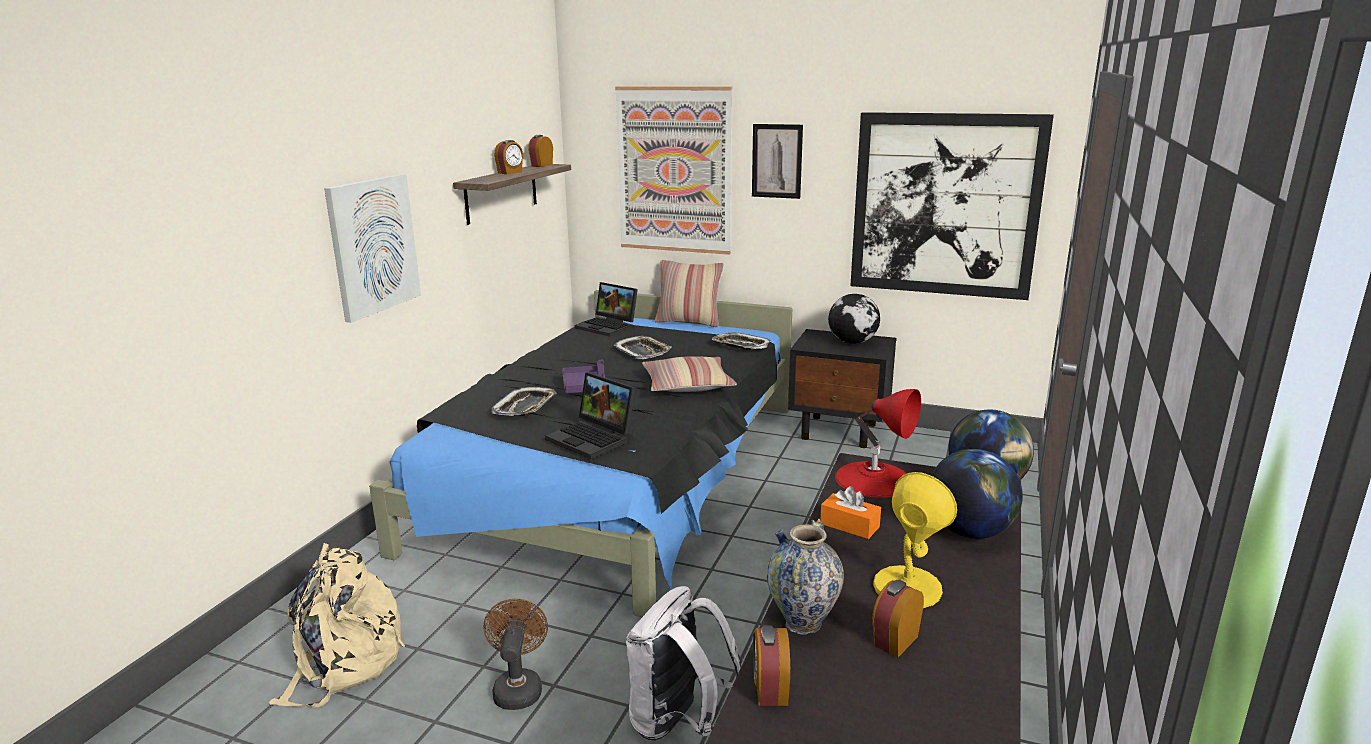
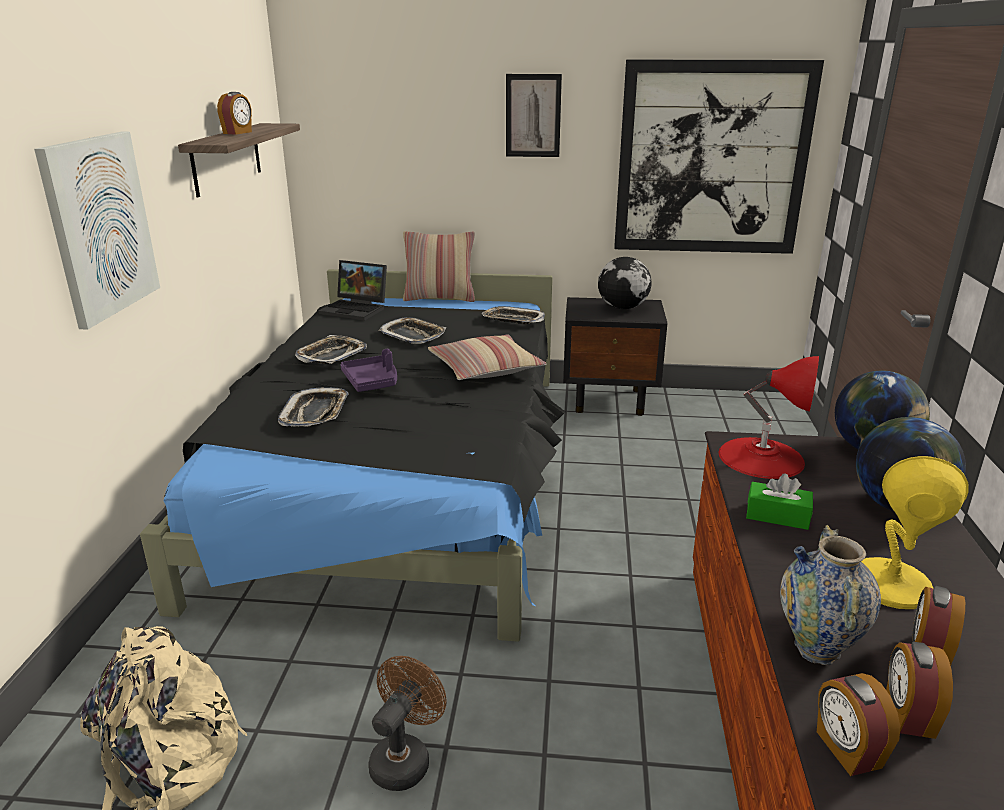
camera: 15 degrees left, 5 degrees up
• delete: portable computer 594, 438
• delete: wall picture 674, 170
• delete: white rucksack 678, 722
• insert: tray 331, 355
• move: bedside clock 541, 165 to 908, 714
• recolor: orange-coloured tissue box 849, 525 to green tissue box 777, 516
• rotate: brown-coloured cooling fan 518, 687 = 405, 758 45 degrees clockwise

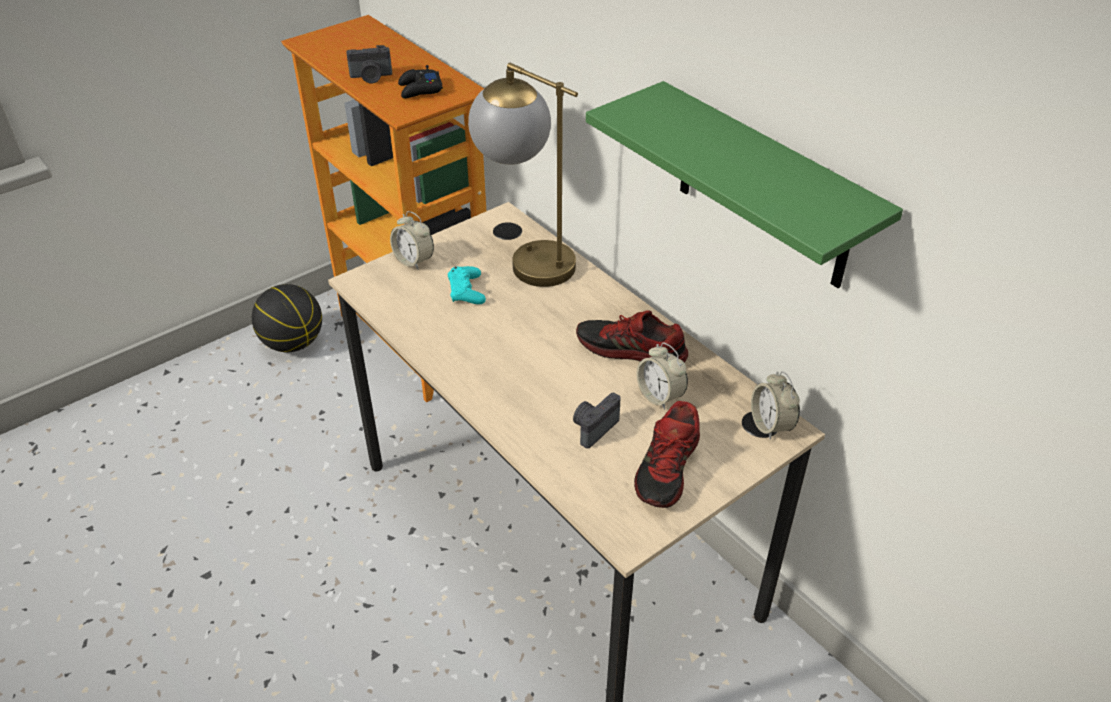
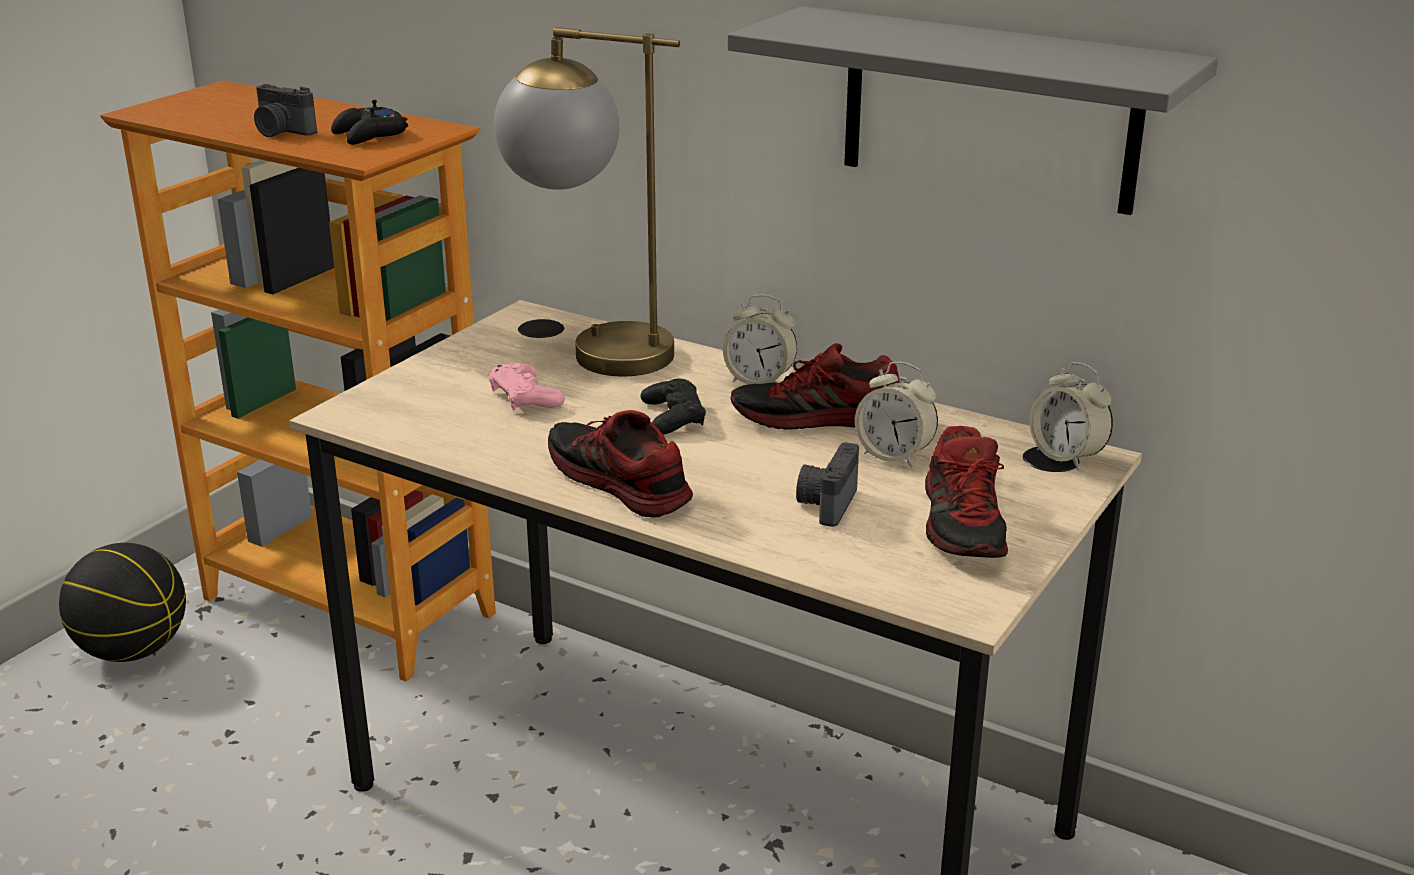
camera: 20 degrees left, 15 degrees down
• insert: shoe 617, 484
• insert: black-coloured game controller 673, 417
• move: bedside clock 414, 261 to 759, 381
• recolor: turquoise-coloured game controller 466, 291 to pink-coloured game controller 525, 397
• recolor: green shelf 764, 188 to greyish shelf 989, 110
• rotate: photo camera 371, 77 = 281, 132 60 degrees clockwise

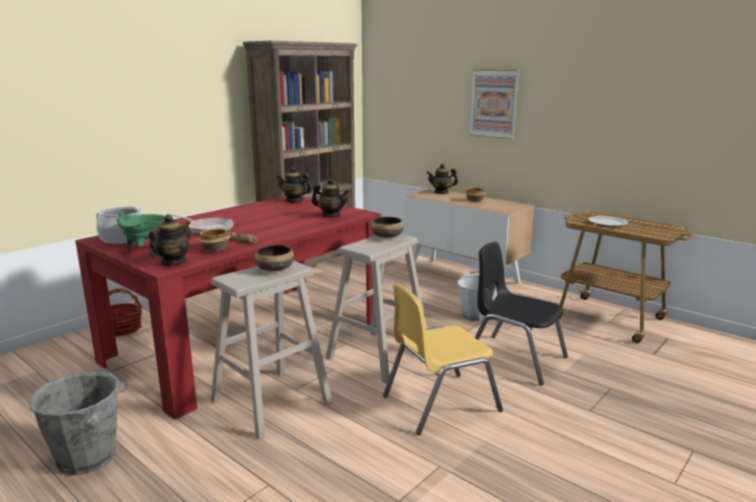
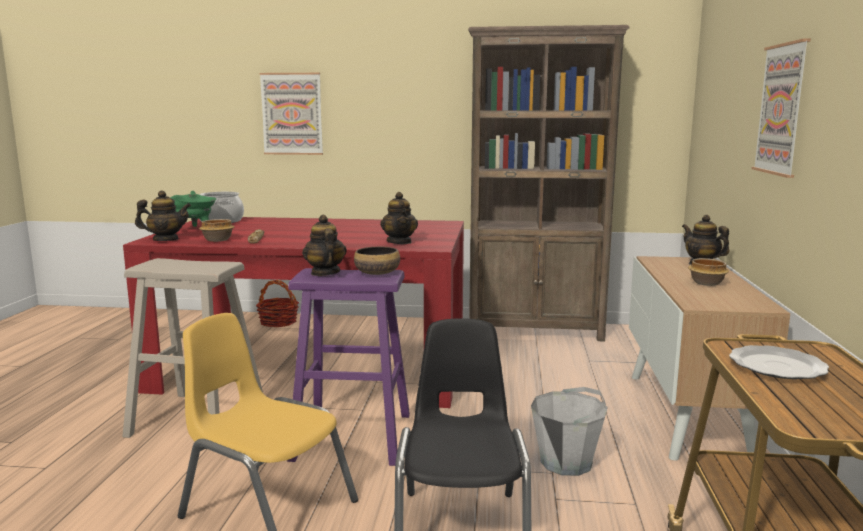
camera: 55 degrees right, 5 degrees down
• delete: greyish water bucket 90, 456
• delete: pan 207, 229
• delete: deep dish 275, 268
• insert: wall picture 292, 114
• move: pot for tea 294, 201 to 325, 273
• recolor: beige stool 379, 356 to purple-coloured stool 352, 436

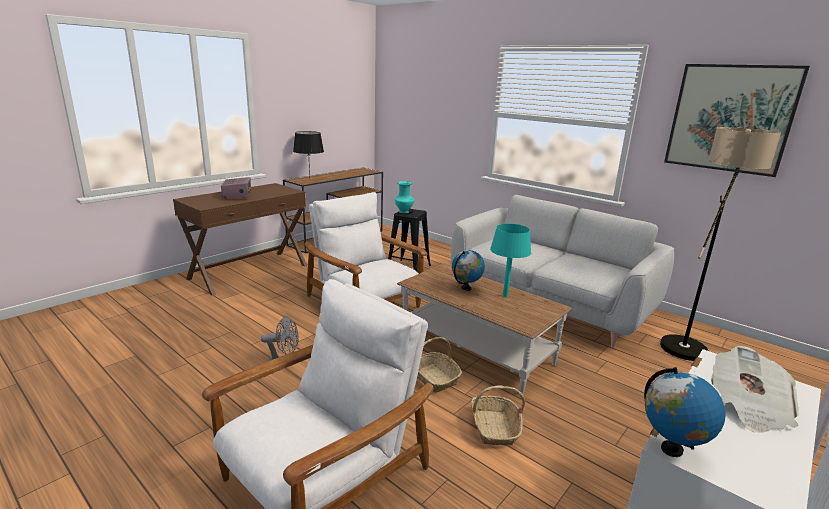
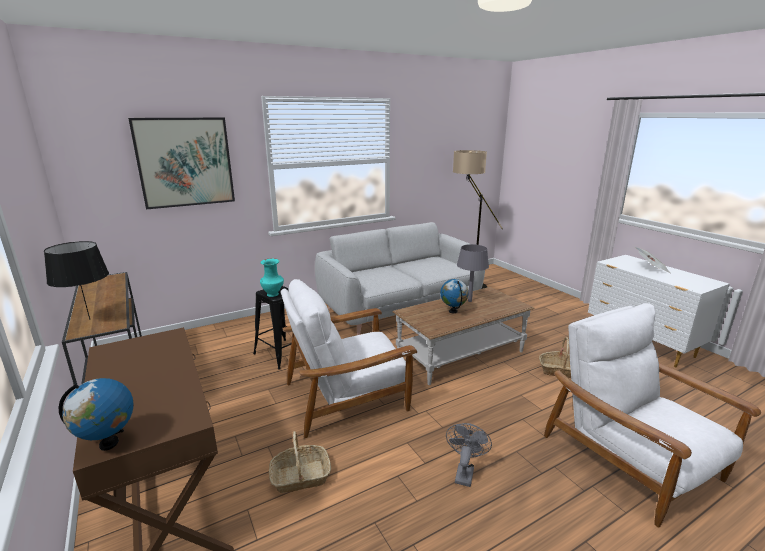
camera: 70 degrees left, 0 degrees up
• delete: radio set 237, 195
• move: basket 433, 378 to 300, 477
• move: world globe 671, 449 to 108, 444
• move: wall picture 730, 118 to 185, 162
• recolor: turquoise-coloured table lamp 505, 296 to greyish table lamp 470, 301

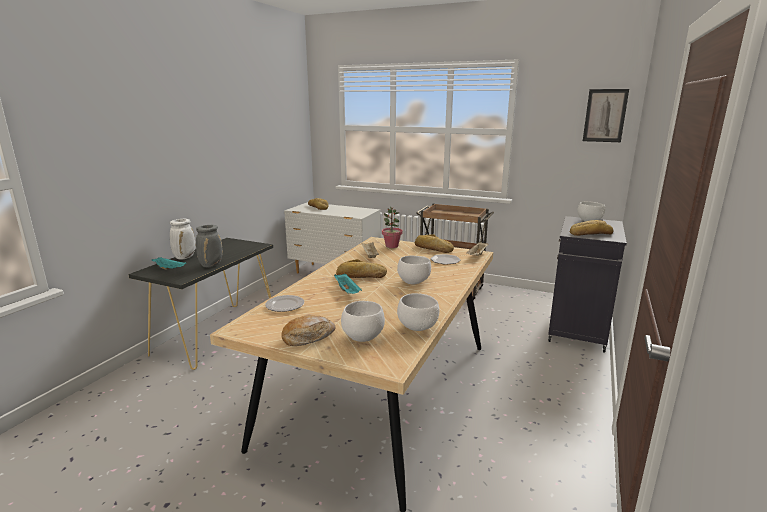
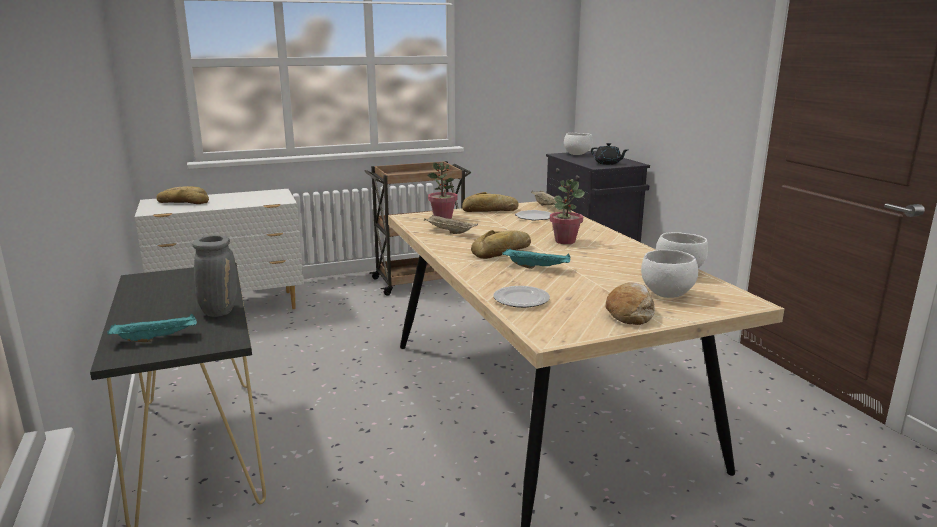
camera: 45 degrees left, 0 degrees up
• delete: white flower vase 185, 257
• delete: wall picture 605, 115
• replace: white deep dish 413, 282 to potted plant 565, 241
• replace: baked bread 589, 233 to black-coloured pot for tea 608, 163

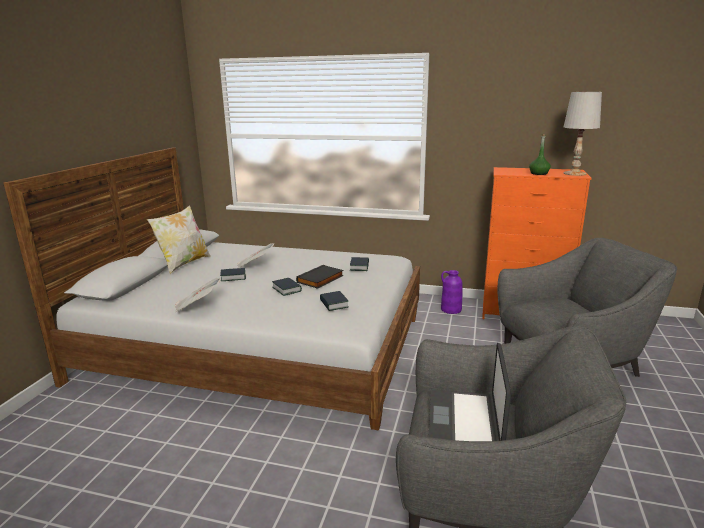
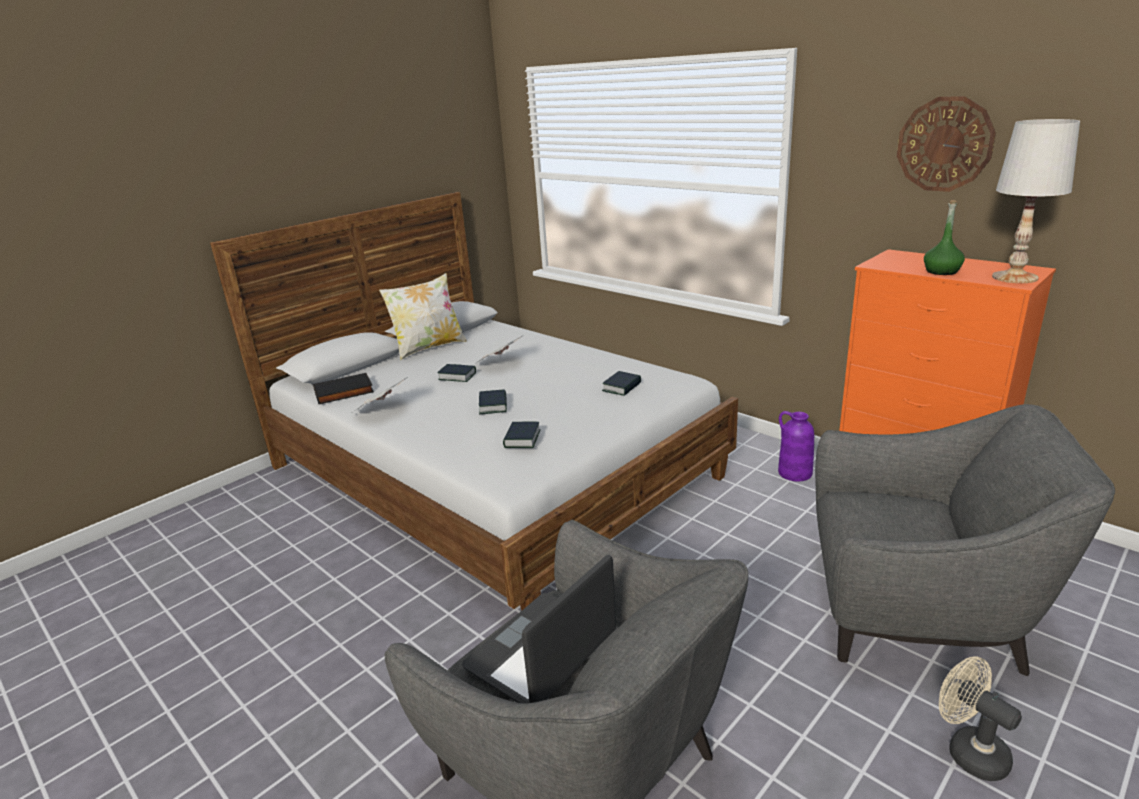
camera: 30 degrees right, 5 degrees up
• insert: wall clock 944, 144
• insert: beige cooling fan 969, 750
• move: black-coloured bound book 321, 279 to 343, 392

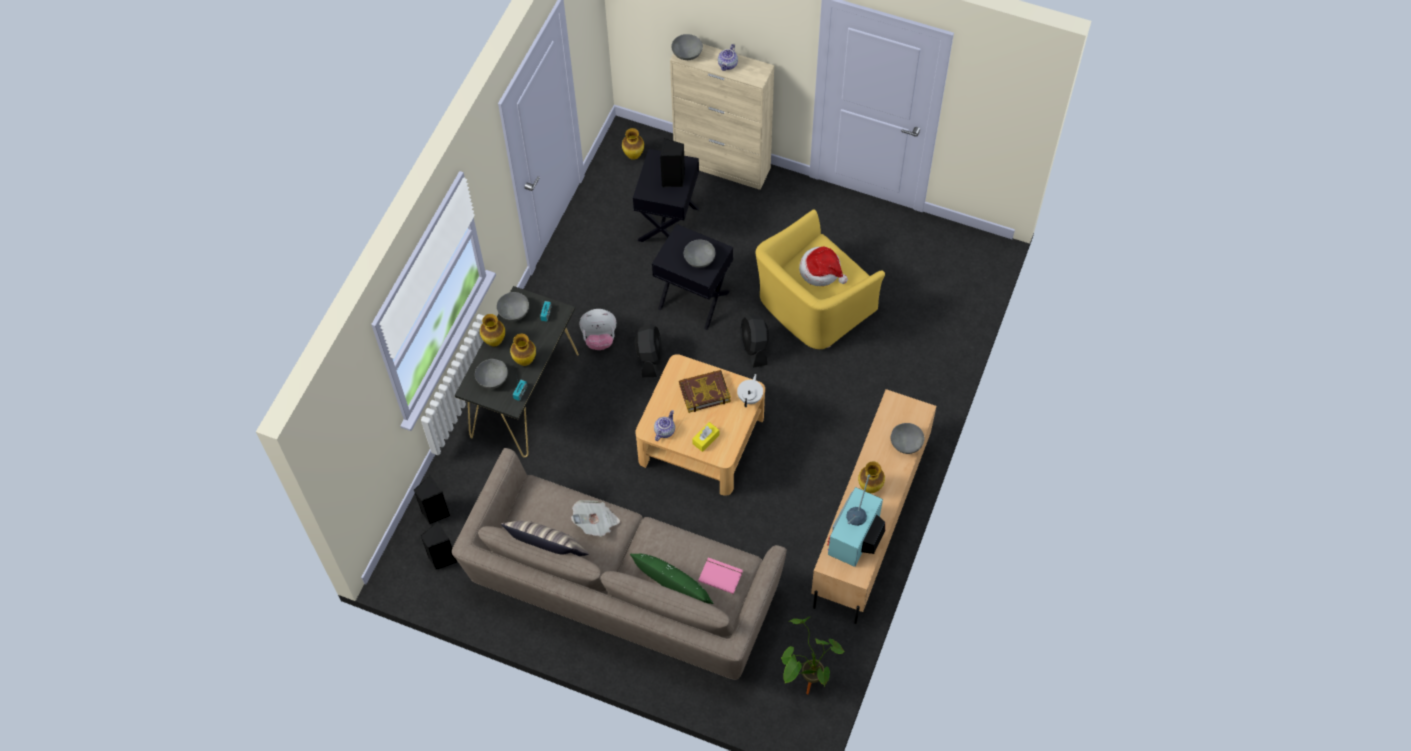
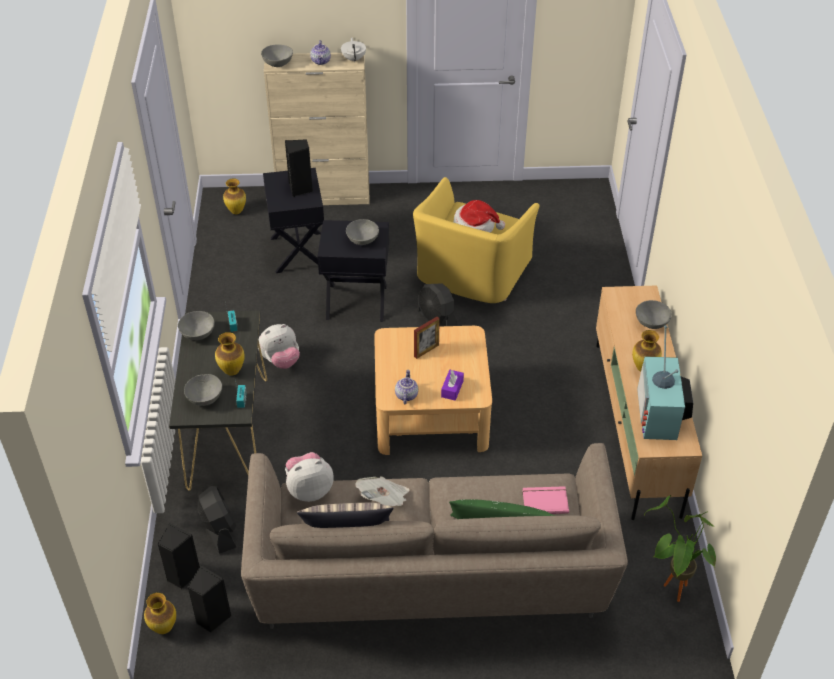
camera: 25 degrees left, 15 degrees down
• insert: soft toy 309, 489
• move: flower vase 494, 342 to 163, 628
• move: black-coloured cooling fan 649, 357 to 219, 530
• move: white pot for tea 750, 397 to 354, 59
• replace: bound book 704, 392 to photo frame 426, 350
• recolor: yellow tissue box 705, 439 to purple-coloured tissue box 452, 389

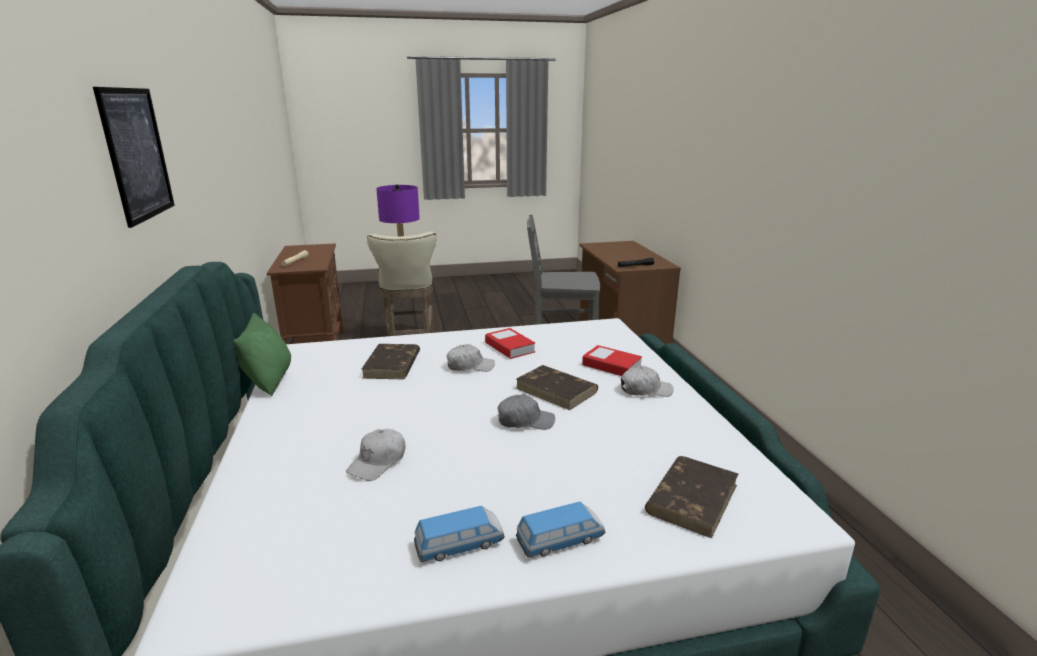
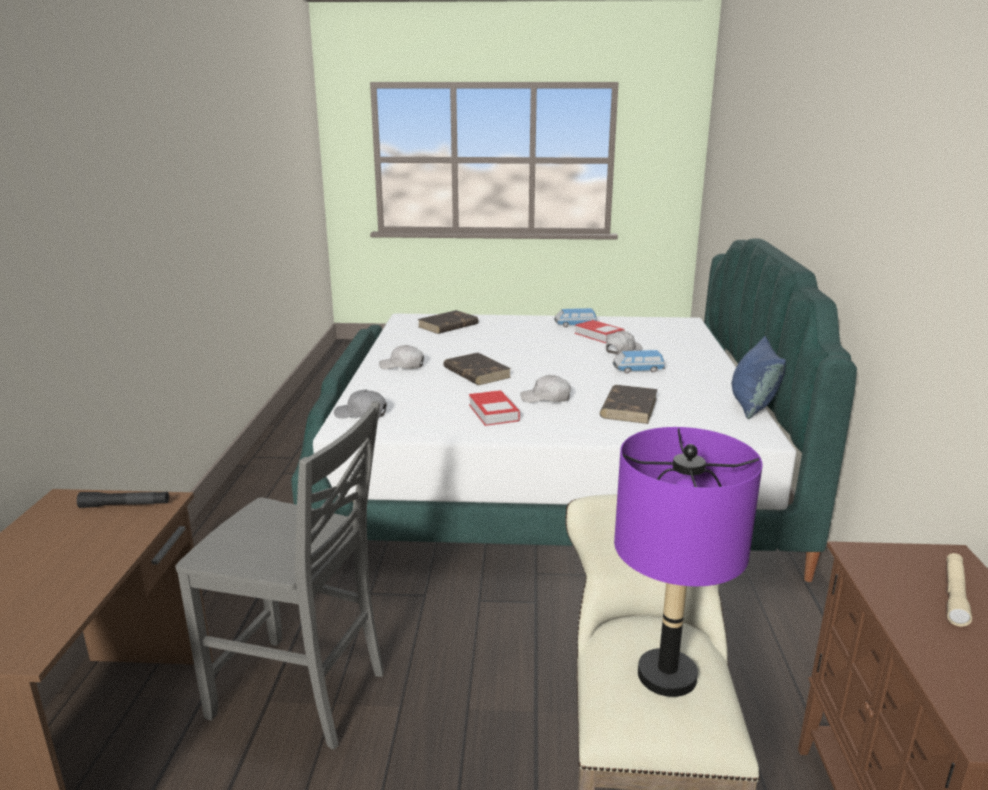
camera: 165 degrees left, 0 degrees up
• delete: wall picture 137, 154
• move: greyish cap 525, 421 to 361, 414
• move: model car 560, 541 to 638, 370
• move: bound book 611, 366 to 599, 335
• recolor: green cushion 269, 380 to bluish cushion 752, 406

